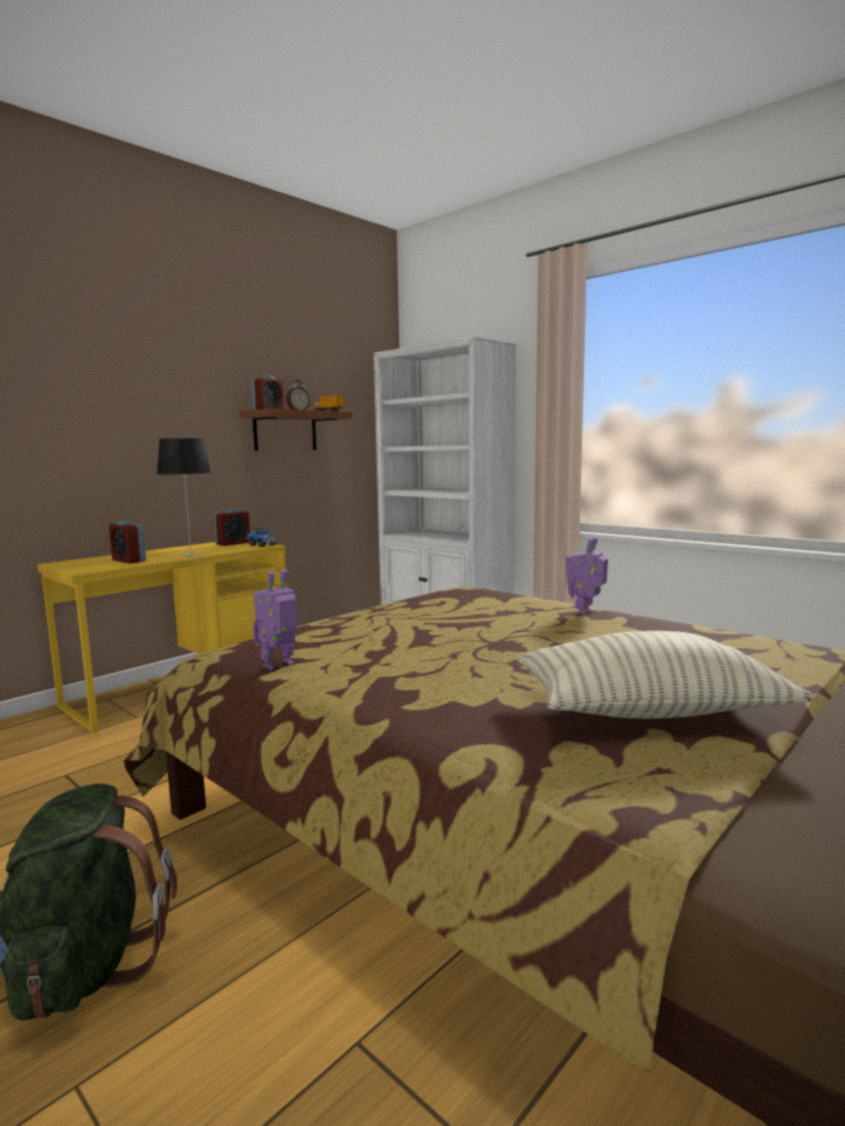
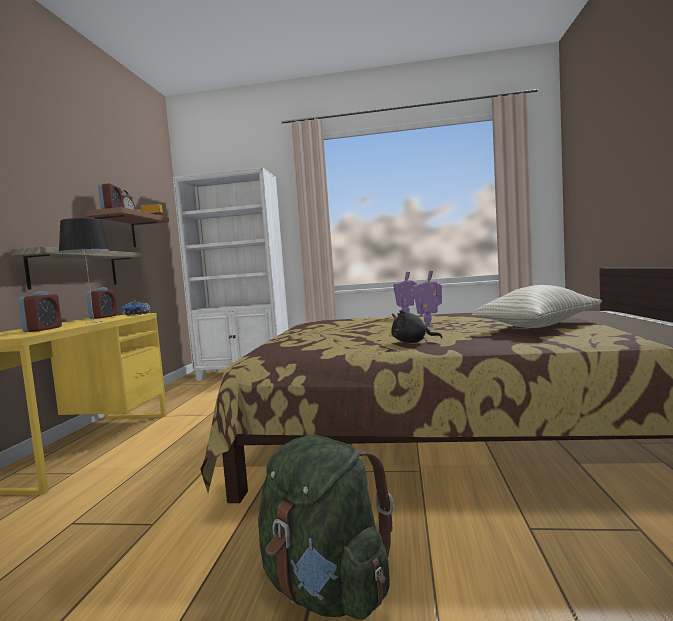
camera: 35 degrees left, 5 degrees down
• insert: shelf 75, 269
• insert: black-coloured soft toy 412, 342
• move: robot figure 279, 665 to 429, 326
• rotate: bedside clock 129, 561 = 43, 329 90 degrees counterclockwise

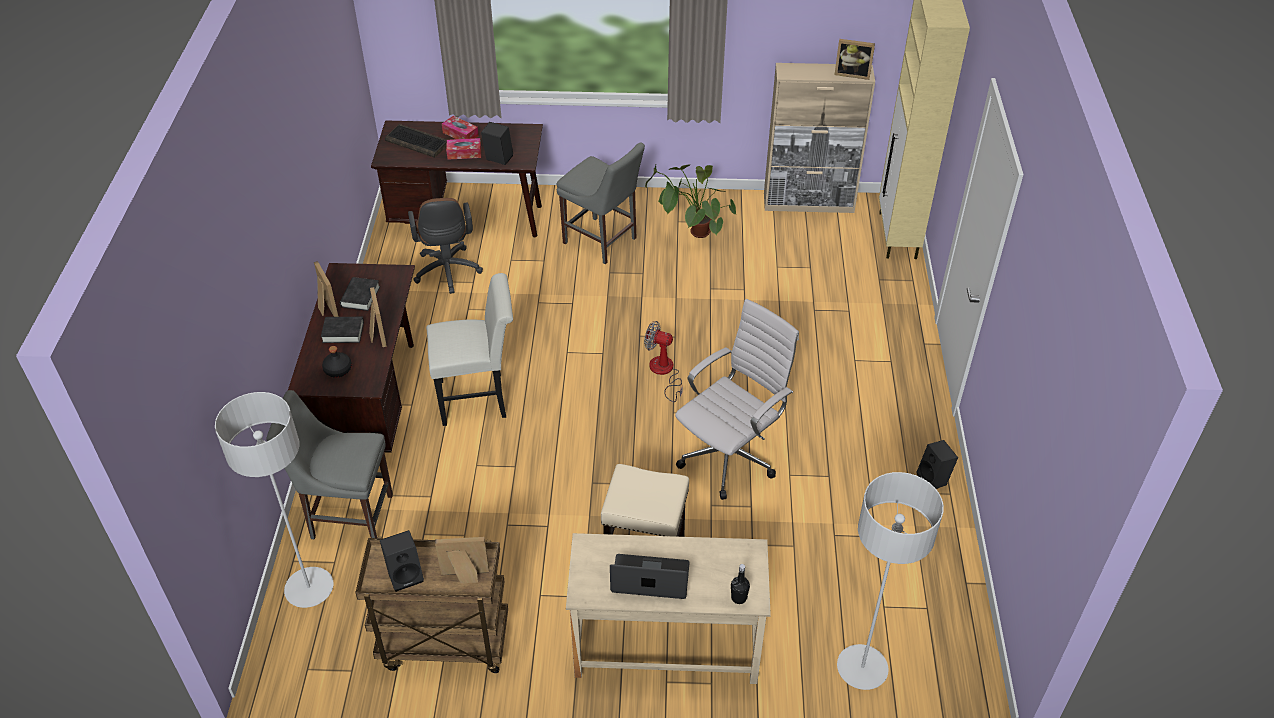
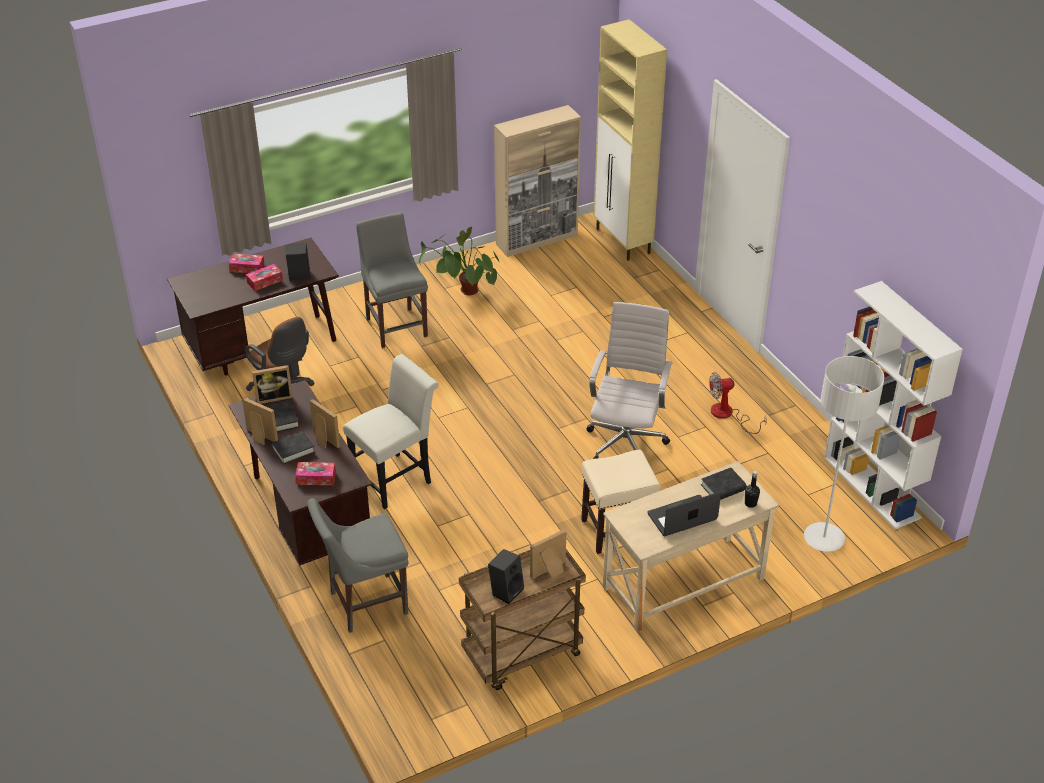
camera: 30 degrees left, 5 degrees down
• delete: greyish standard lamp 309, 588
• delete: PC keyboard 418, 142
• delete: black-coloured loudspeaker 934, 479
• insert: black-coloured bound book 723, 487
• insert: white shelving unit 872, 487
• move: cooling fan 664, 372 to 728, 415
• move: photo frame 852, 74 to 274, 397
• replace: black-coloured drink bottle 337, 370 to tissue box 316, 478
• rotate: greyish plain chair 602, 242 = 395, 325 120 degrees counterclockwise

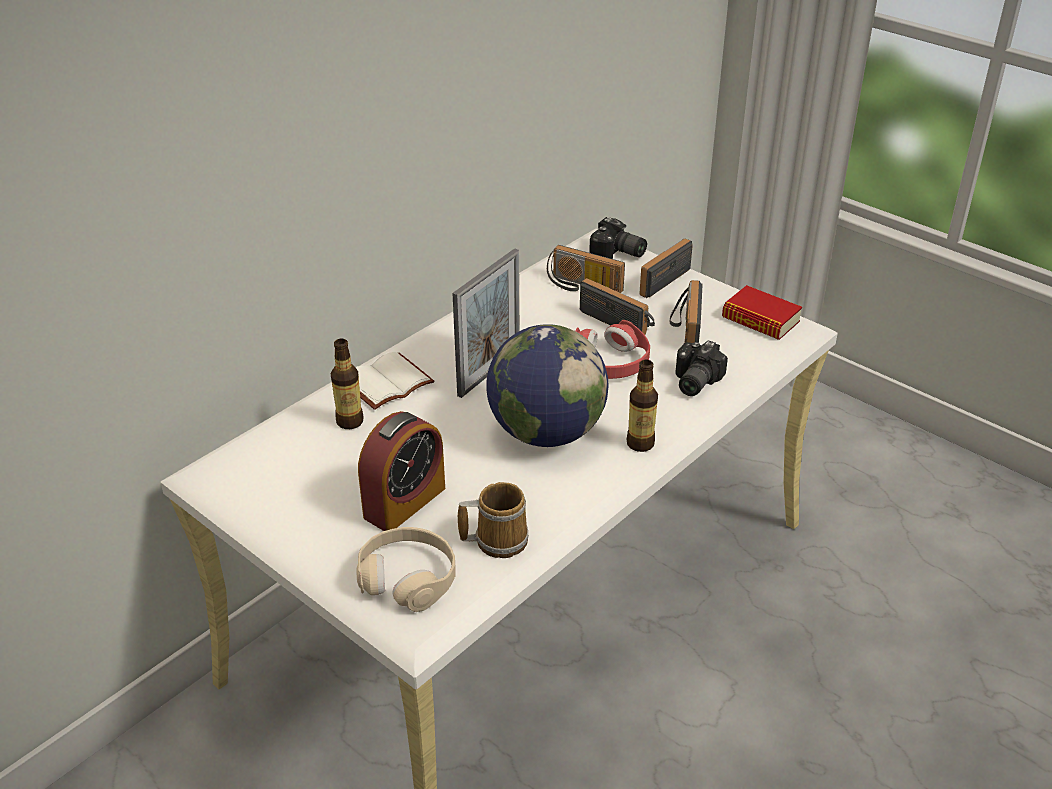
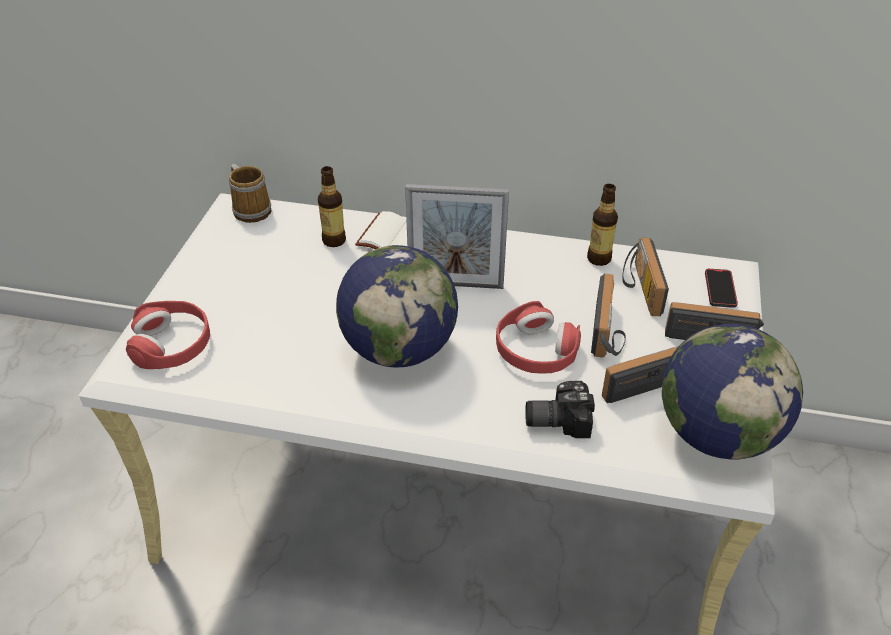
camera: 60 degrees right, 5 degrees up
• delete: bedside clock 404, 502
• move: coffee mug 498, 539 to 252, 209
• move: drink bottle 640, 443 to 599, 259
• replace: photo camera 617, 254 to telephone 720, 290
• replace: bound book 760, 320 to world globe 716, 434
• recolor: beige pair of headphones 407, 577 to reddish pair of headphones 172, 344

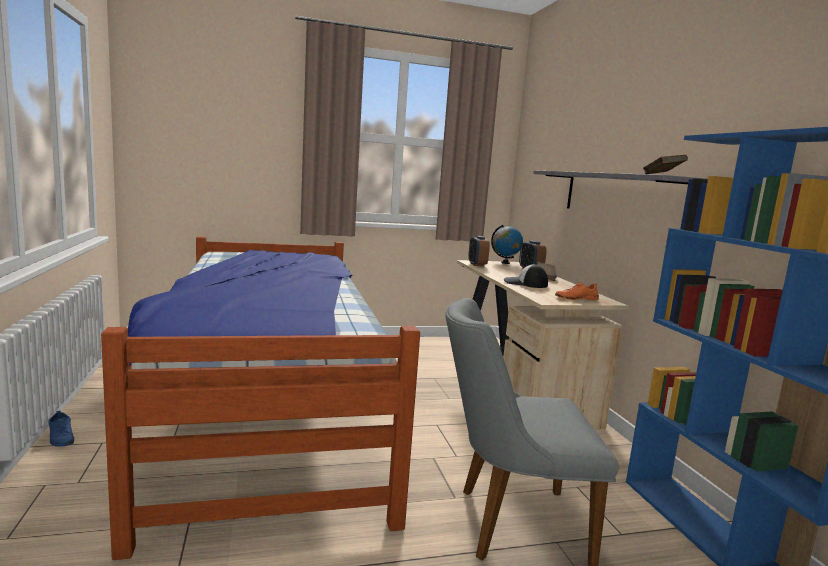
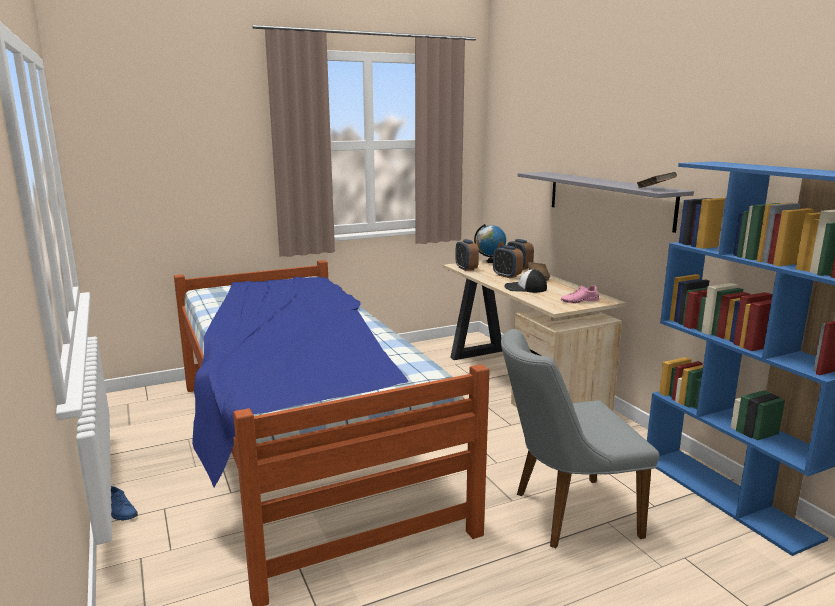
camera: 10 degrees left, 5 degrees up
• insert: bedside clock 507, 276
• recolor: orange-coloured shoe 576, 298 to pink-coloured shoe 579, 301

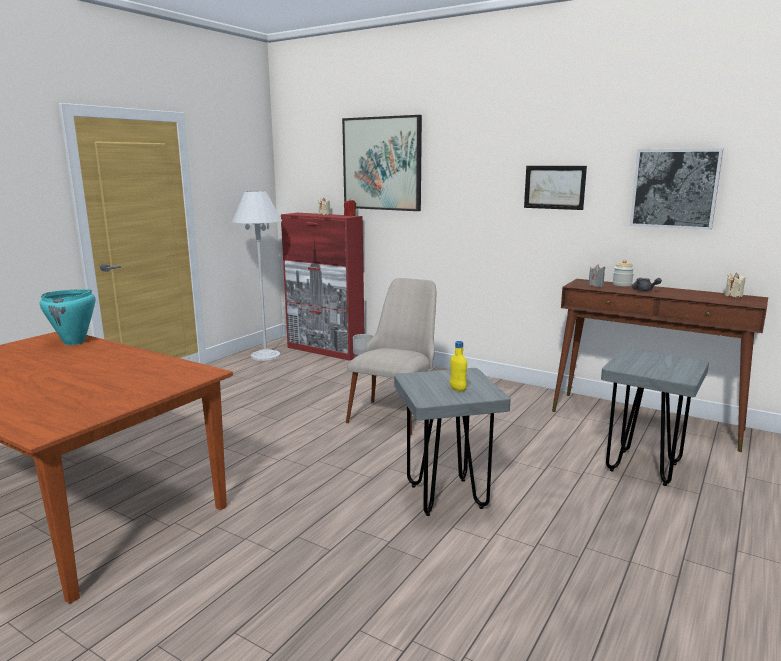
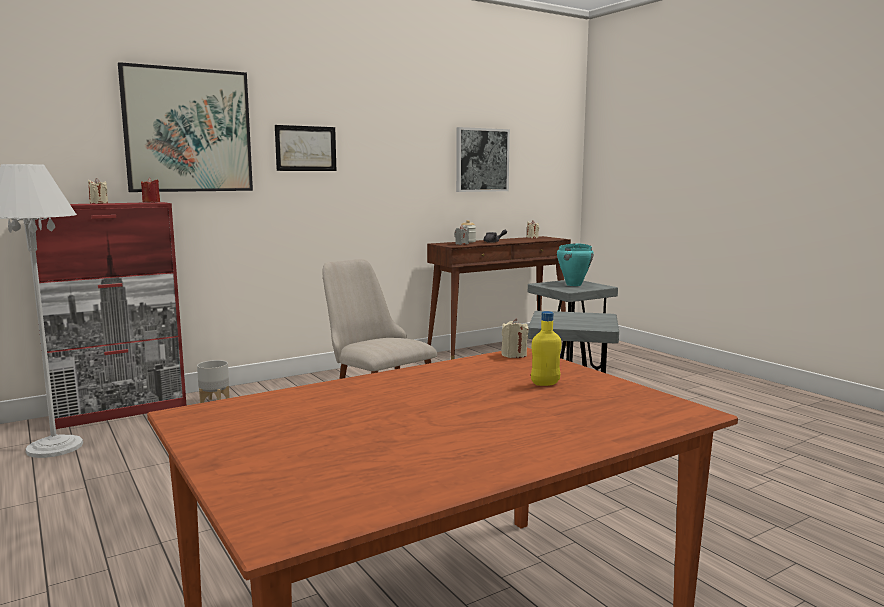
camera: 65 degrees left, 5 degrees down
• insert: beige candle 514, 355
• move: turquoise-coloured cooking pot 74, 342 to 574, 285
• move: yellow drink bottle 457, 389 to 545, 384
• move: wall picture 554, 187 to 306, 148

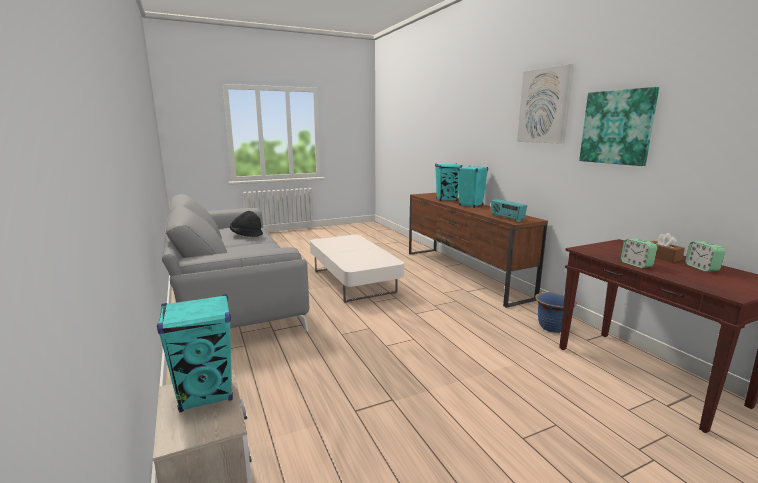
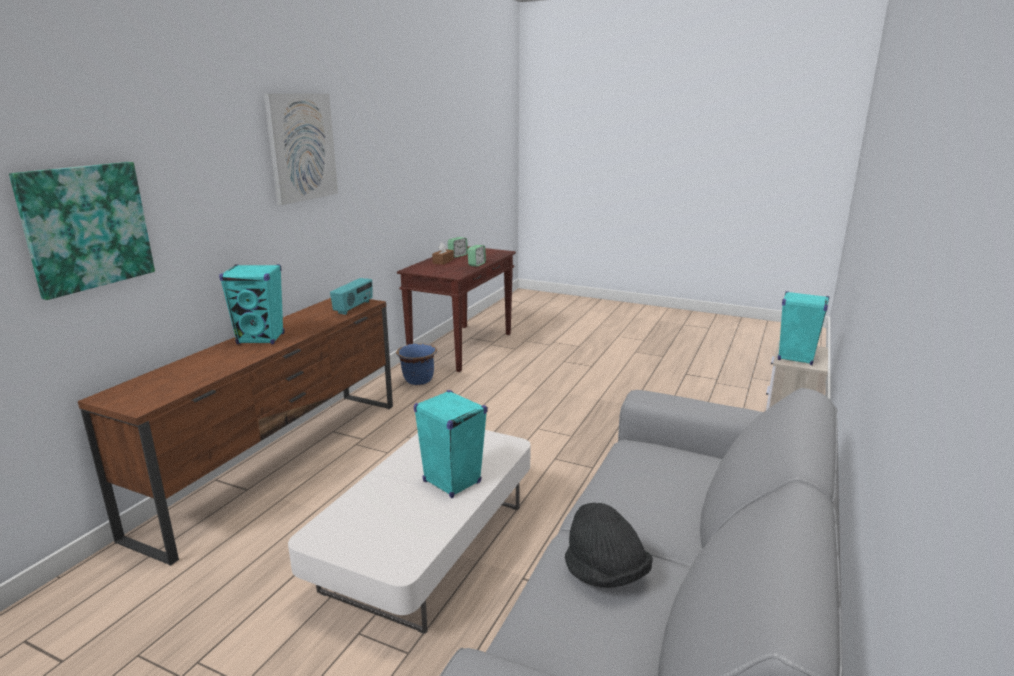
camera: 130 degrees left, 5 degrees up
• move: turquoise-coloured loudspeaker 447, 199 to 451, 482
• move: wall picture 617, 127 to 86, 227

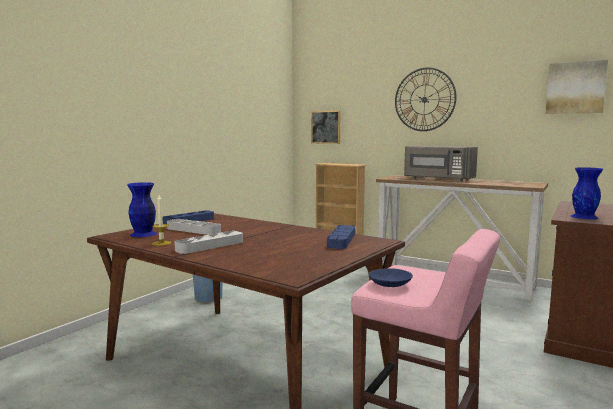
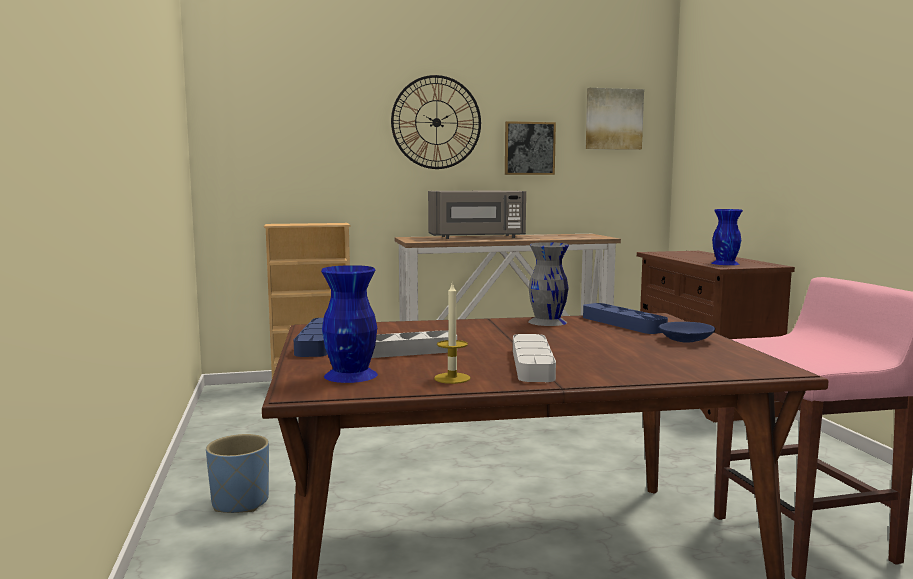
camera: 45 degrees left, 0 degrees up
• insert: greyish flower vase 547, 322
• move: wall picture 326, 127 to 529, 148
• move: bluish deep dish 389, 285 to 685, 340

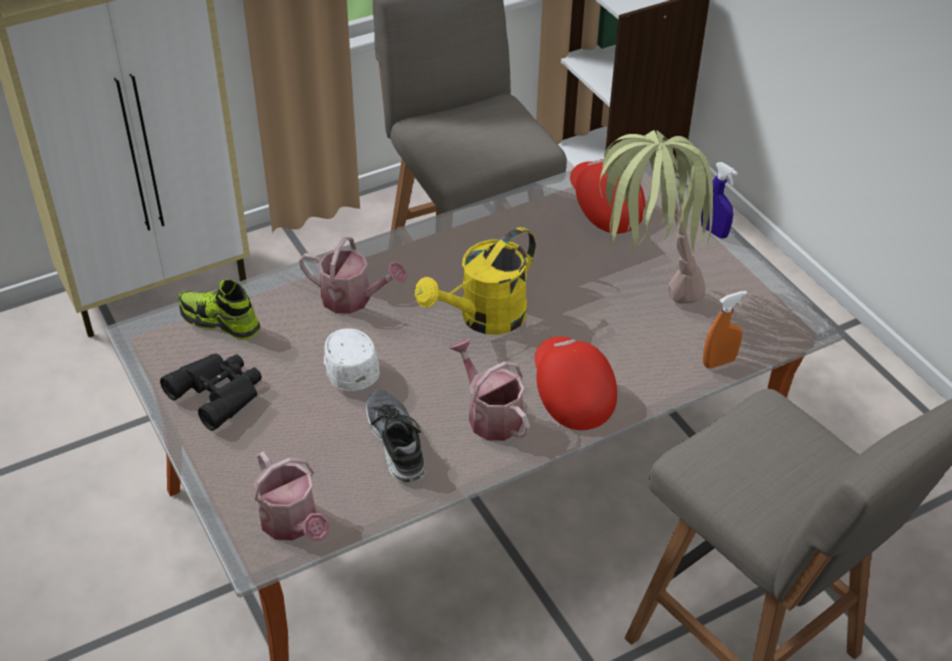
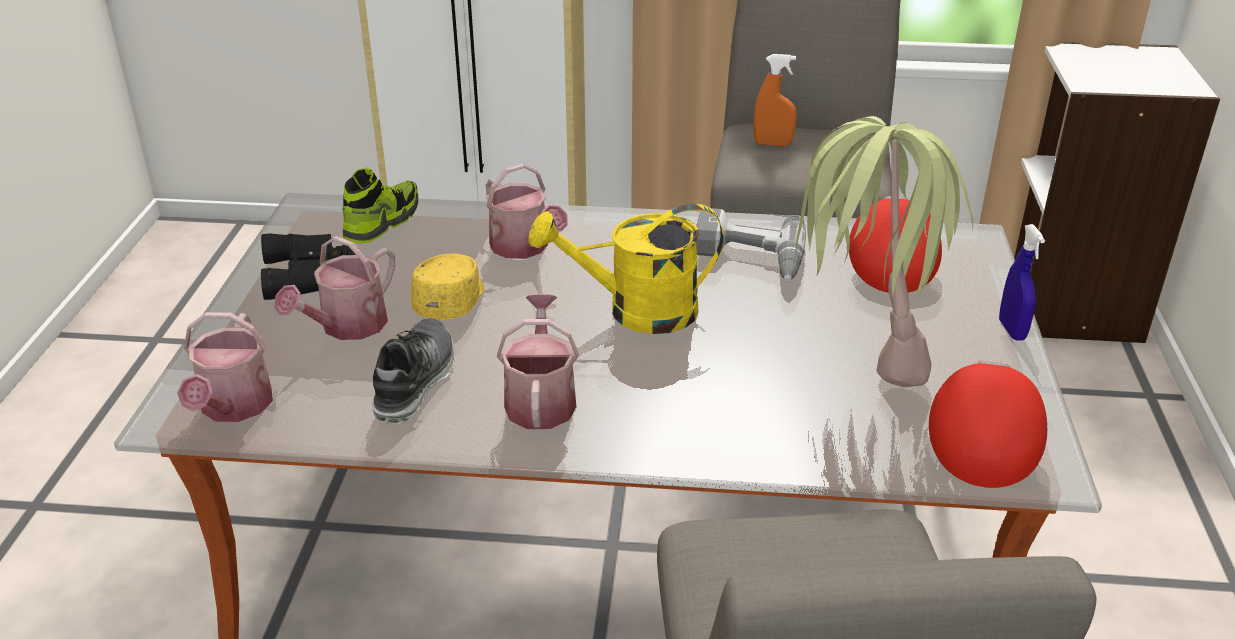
camera: 35 degrees right, 10 degrees down
• insert: sprinkling can 347, 327
• insert: power drill 748, 259
• move: reddish cap 570, 394 to 980, 441
• move: orange-coloured spray bottle 719, 362 to 772, 144
• recolor: white cap 349, 367 to yellow cap 451, 300
• rotate: shoe 220, 321 = 382, 222 60 degrees clockwise

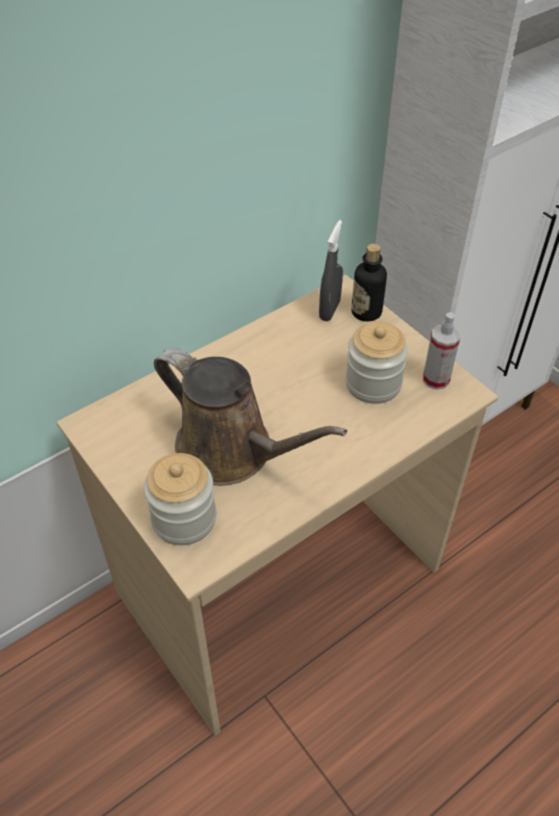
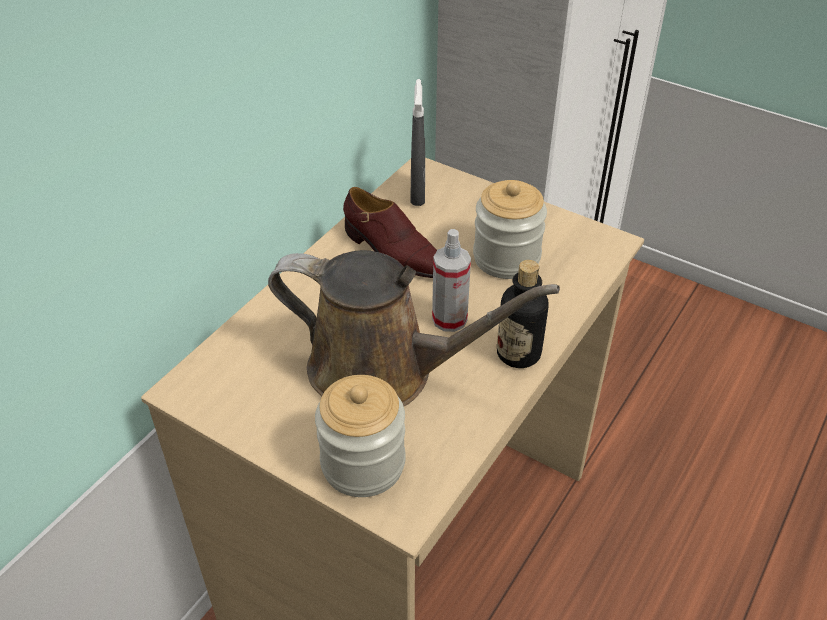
camera: 20 degrees left, 5 degrees down
• insert: brown-coloured shoe 392, 252
• move: drink bottle 366, 312 to 518, 353
• move: spray bottle 436, 379 to 449, 319

